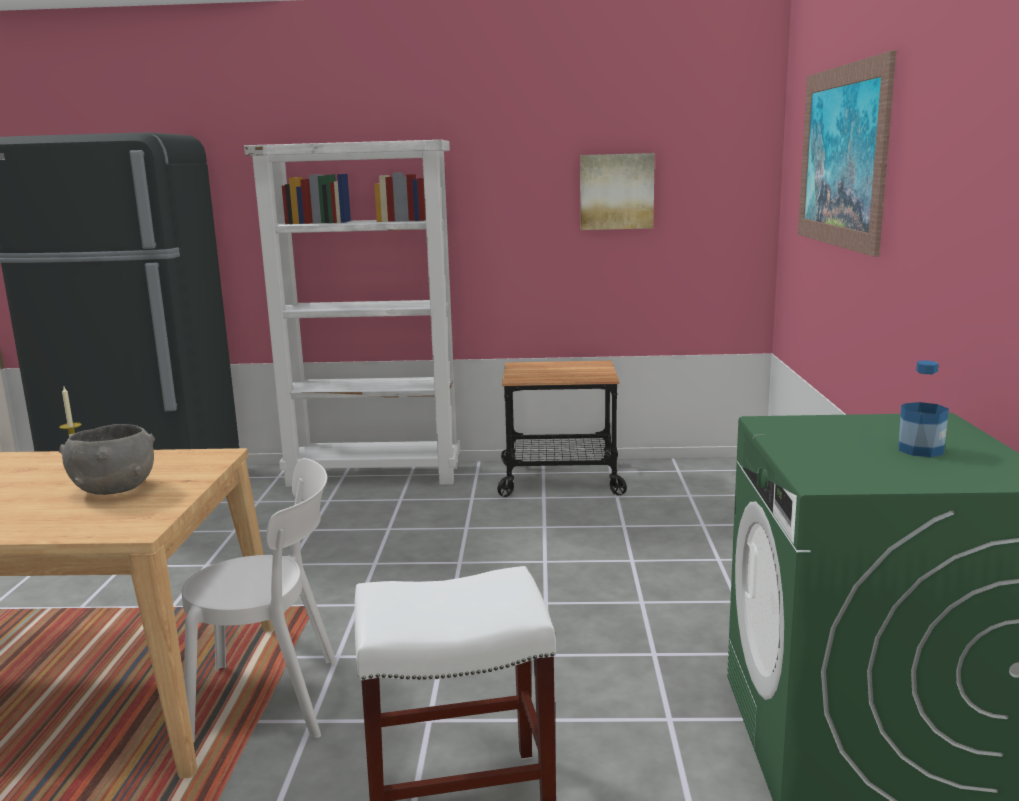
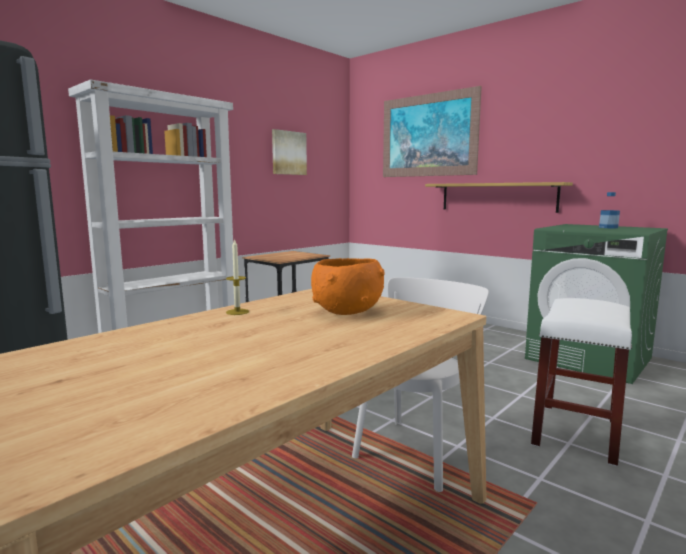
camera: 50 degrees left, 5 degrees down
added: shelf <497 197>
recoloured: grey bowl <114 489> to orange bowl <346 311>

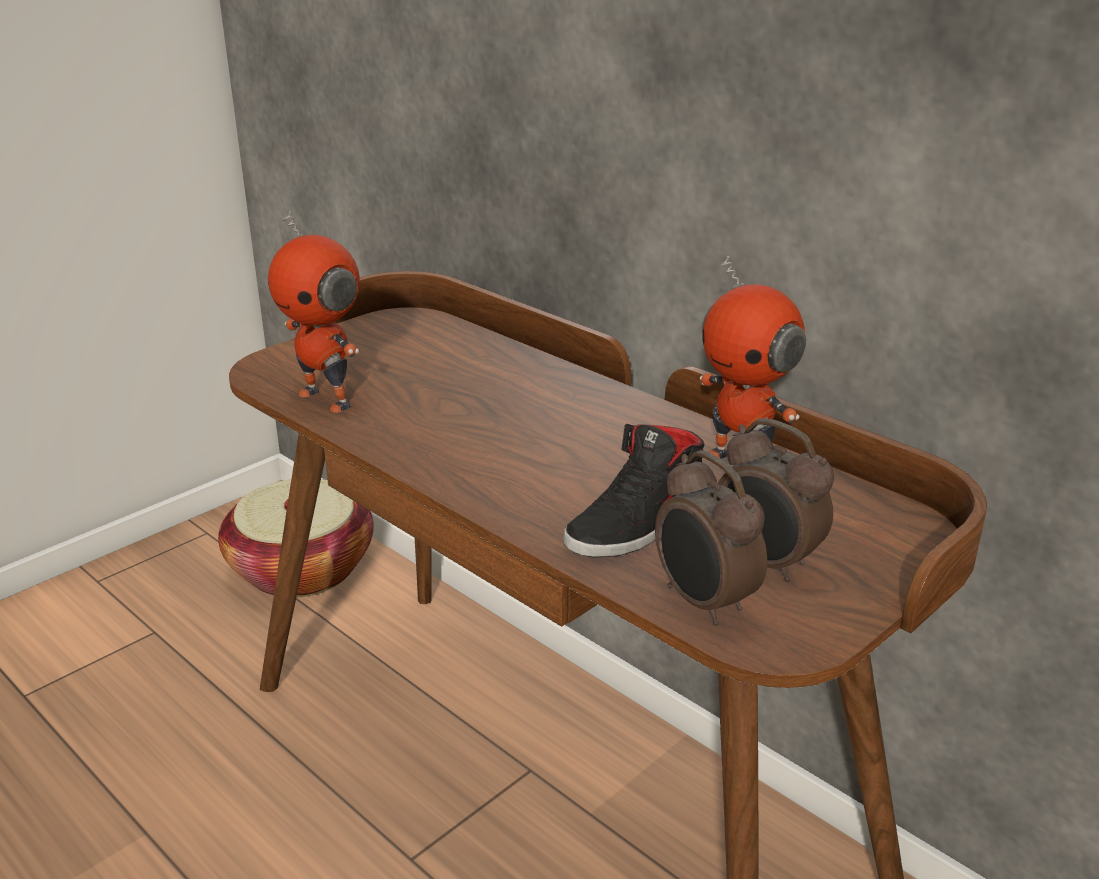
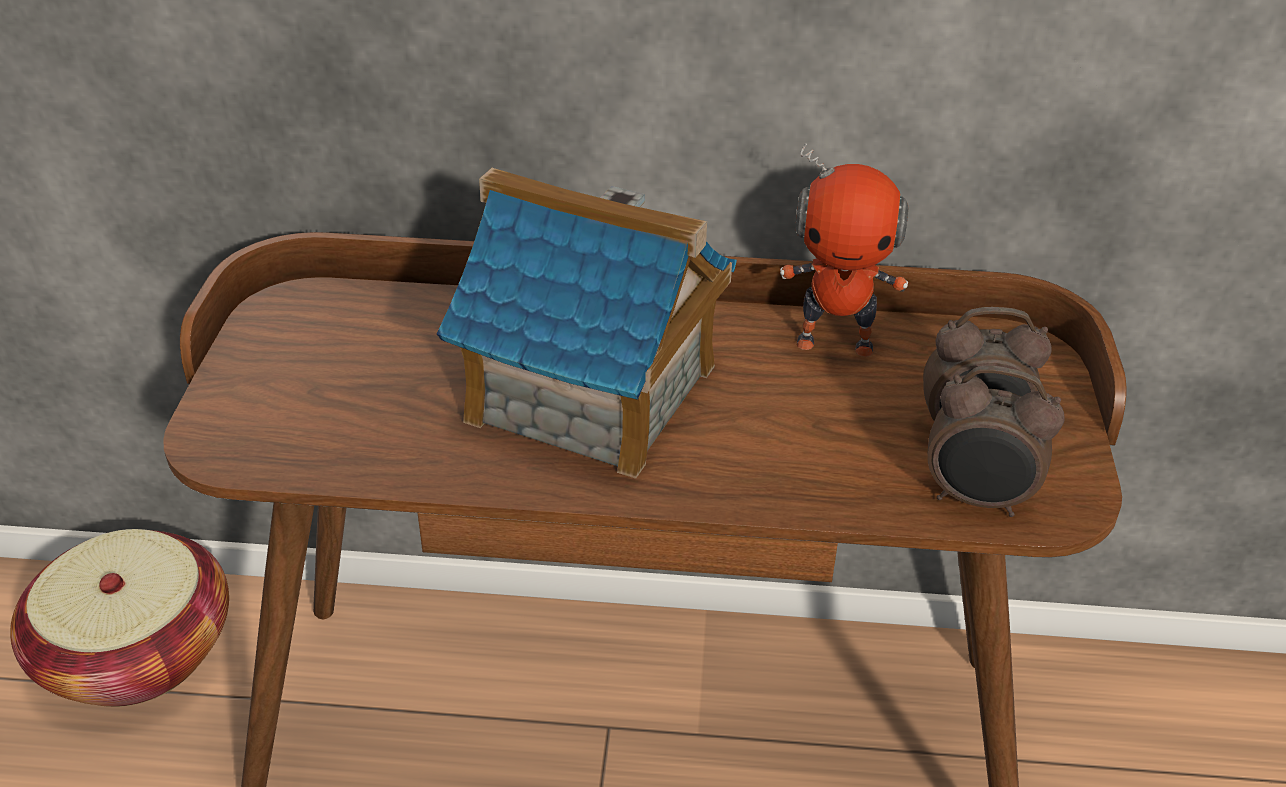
camera: 40 degrees left, 10 degrees up
removed: toy robot <328 399>; black shoe <638 524>
added: toy house <593 395>

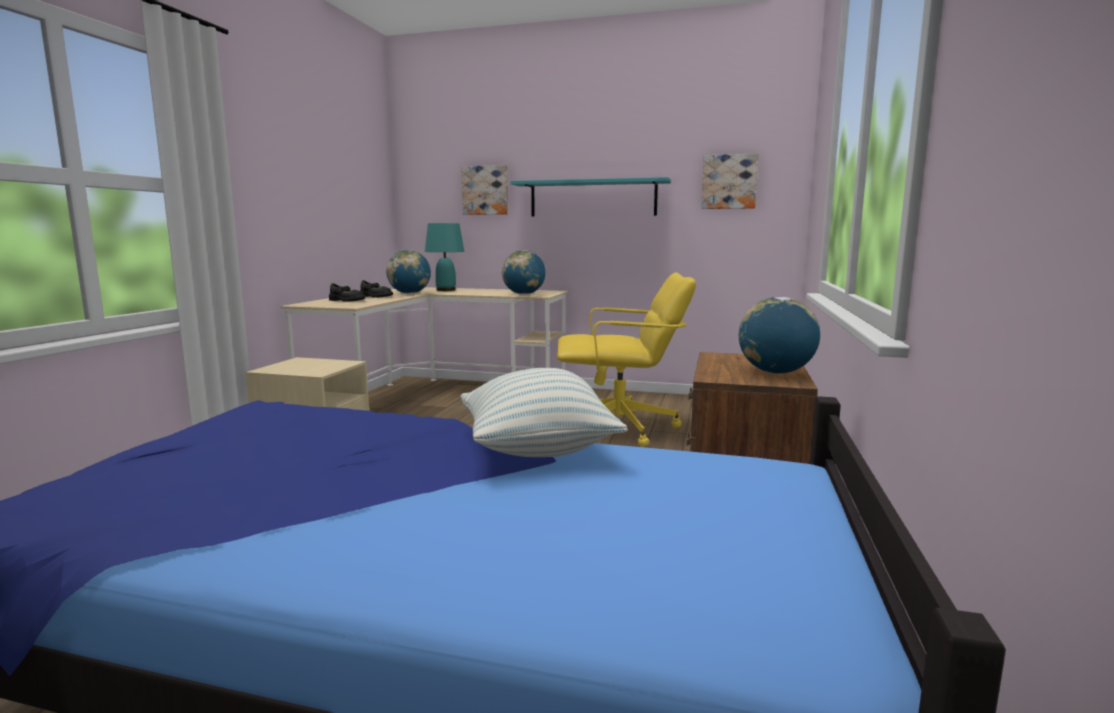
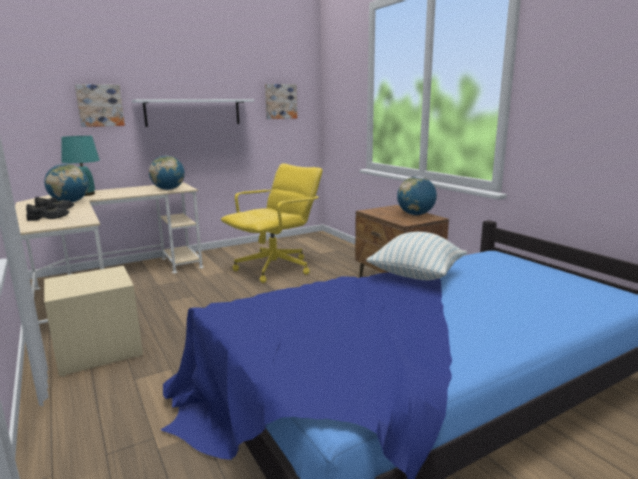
camera: 45 degrees left, 5 degrees up
recoloured: turquoise shelf <592 198> to white shelf <193 112>

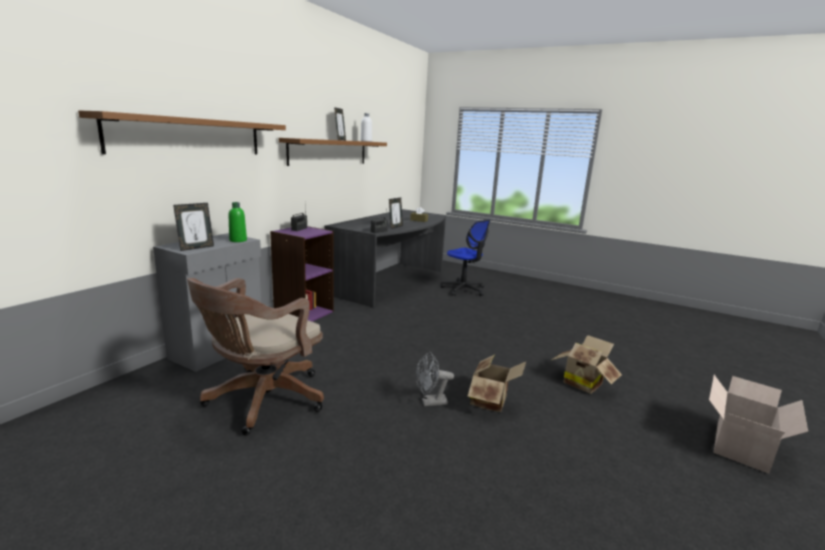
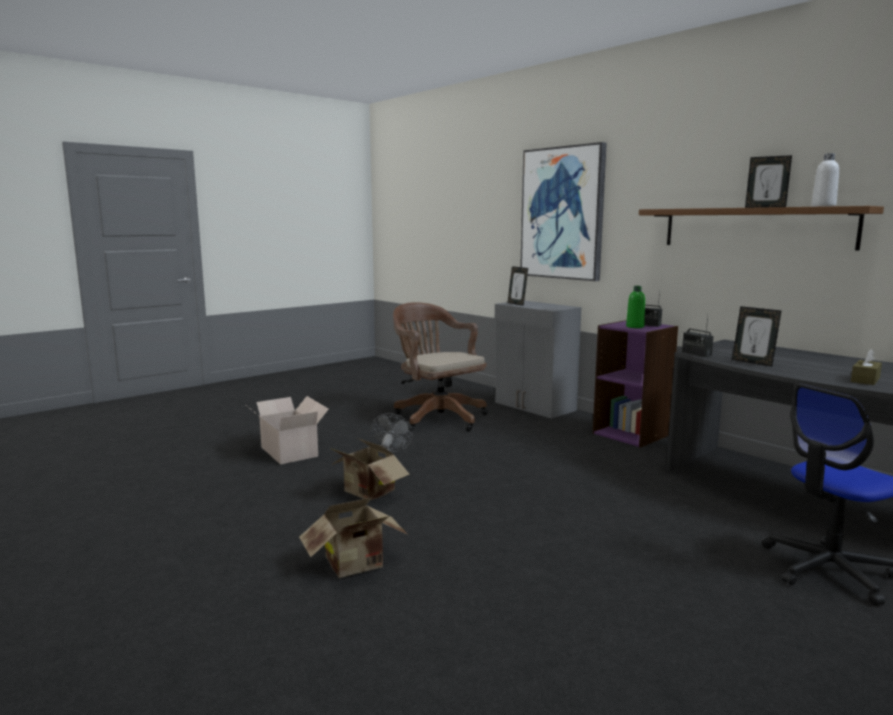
camera: 110 degrees right, 5 degrees down
moved: green bottle <238 240> to <635 327>; cardboard box <740 446> to <289 451>
replaced: brown shelf <189 136> to picture <562 213>

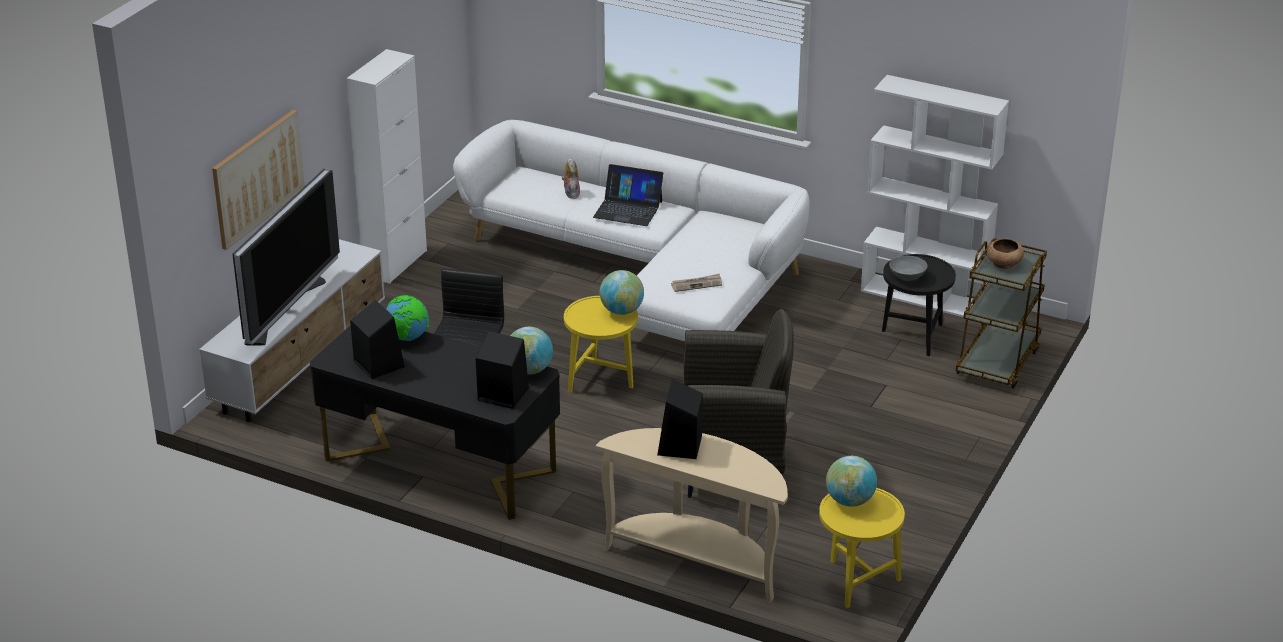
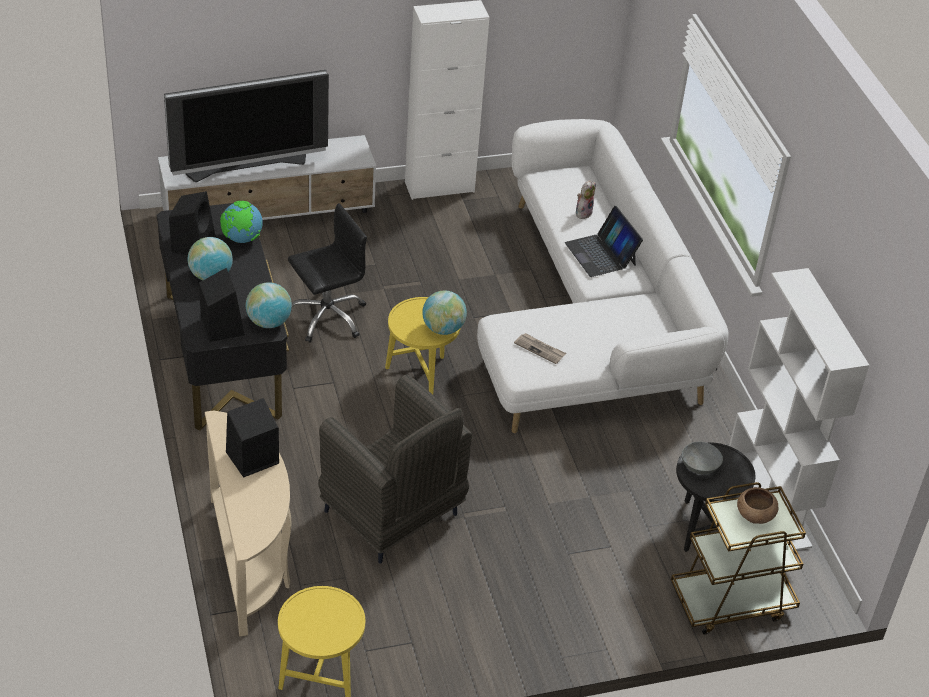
camera: 45 degrees right, 10 degrees up
removed: picture <258 178>
moved: globe <850 501> to <211 276>

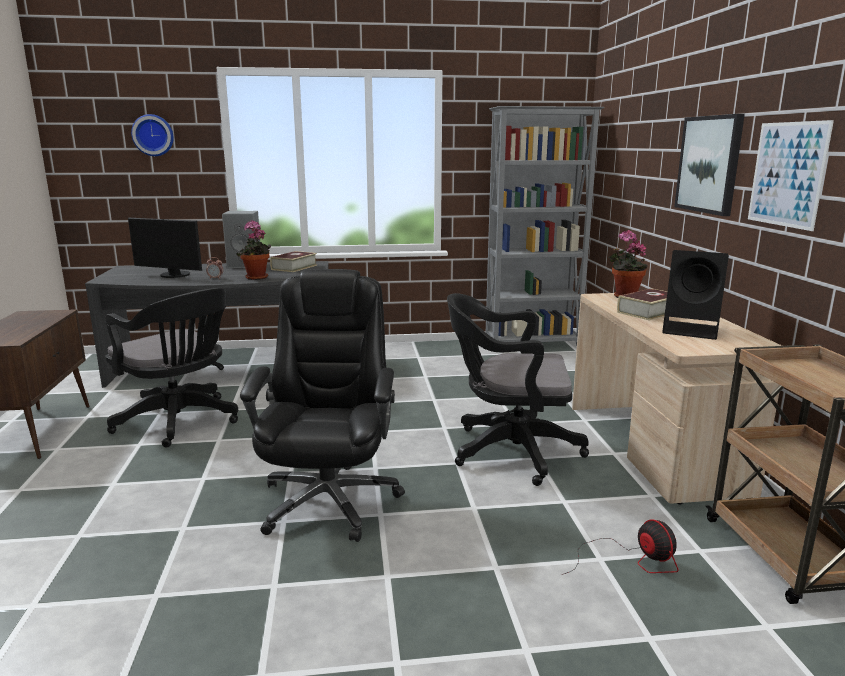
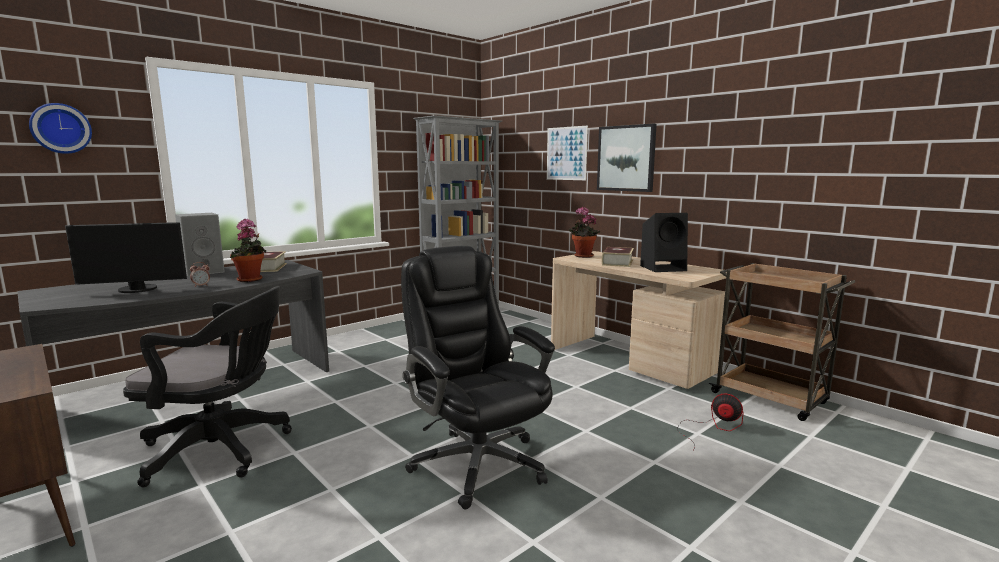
camera: 35 degrees left, 5 degrees down
removed: black office chair <508 451>
moved: picture <787 174> to <566 153>

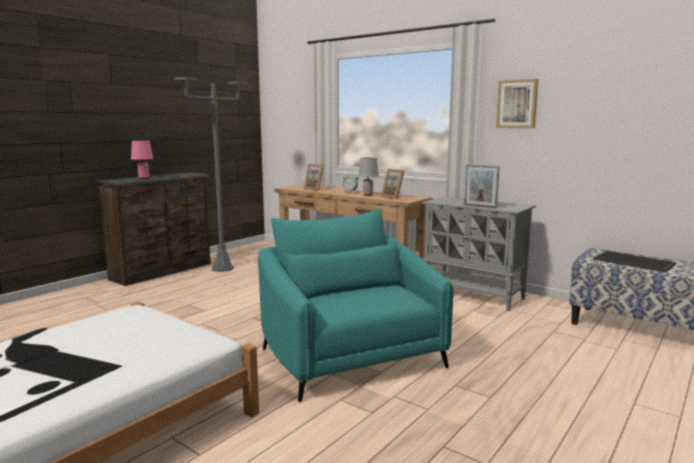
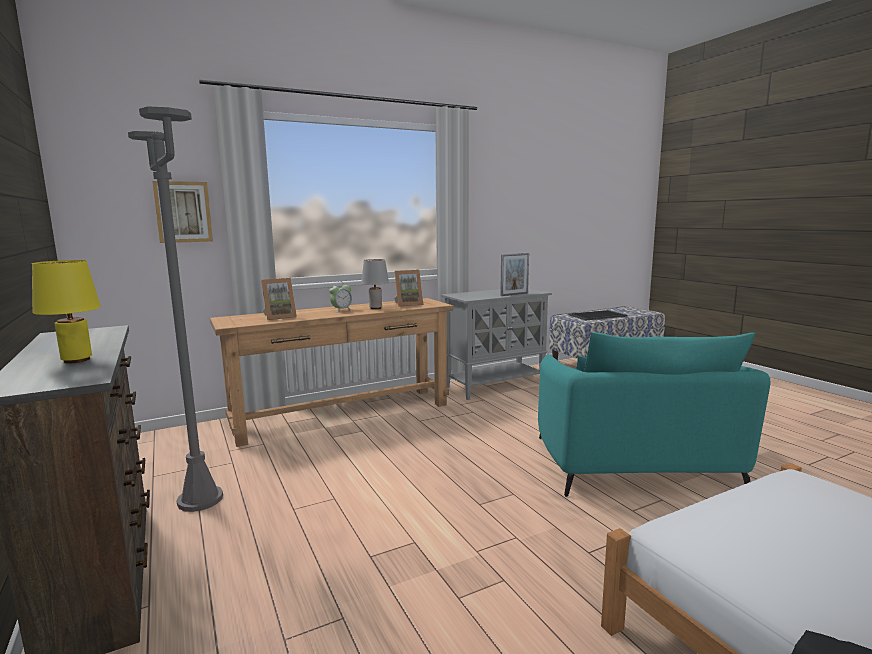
camera: 65 degrees left, 0 degrees up
moved: picture <517 104> to <183 212>
recoloured: pink table lamp <143 178> to yellow table lamp <77 360>
turned: turquoise armchair <351 357> = <632 465> 90 degrees counterclockwise

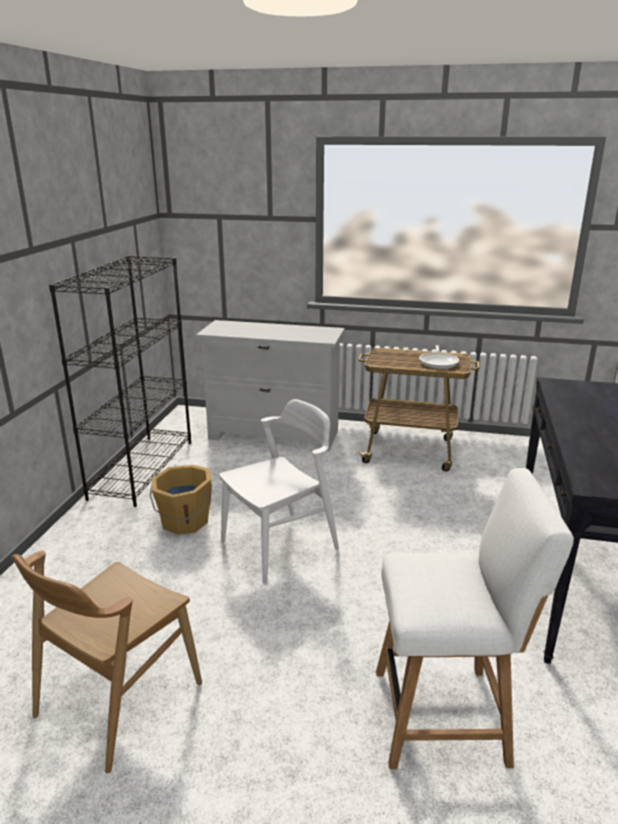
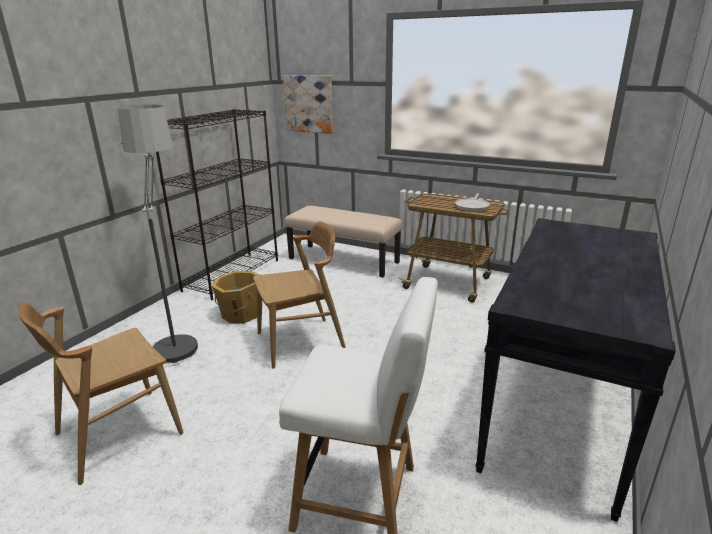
camera: 15 degrees right, 0 degrees up
added: picture <309 104>; floor lamp <175 333>
replaced: white dresser <274 435> to beige bench <344 260>
recoloured: white chair <280 546> to brown chair <301 342>

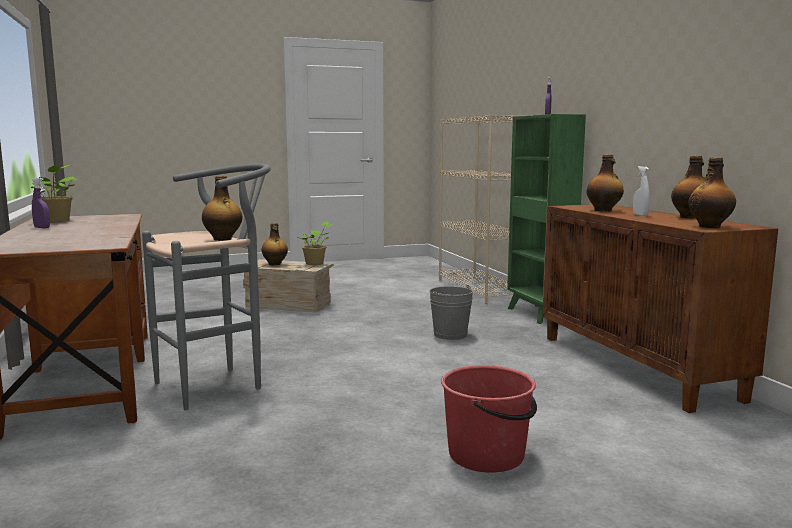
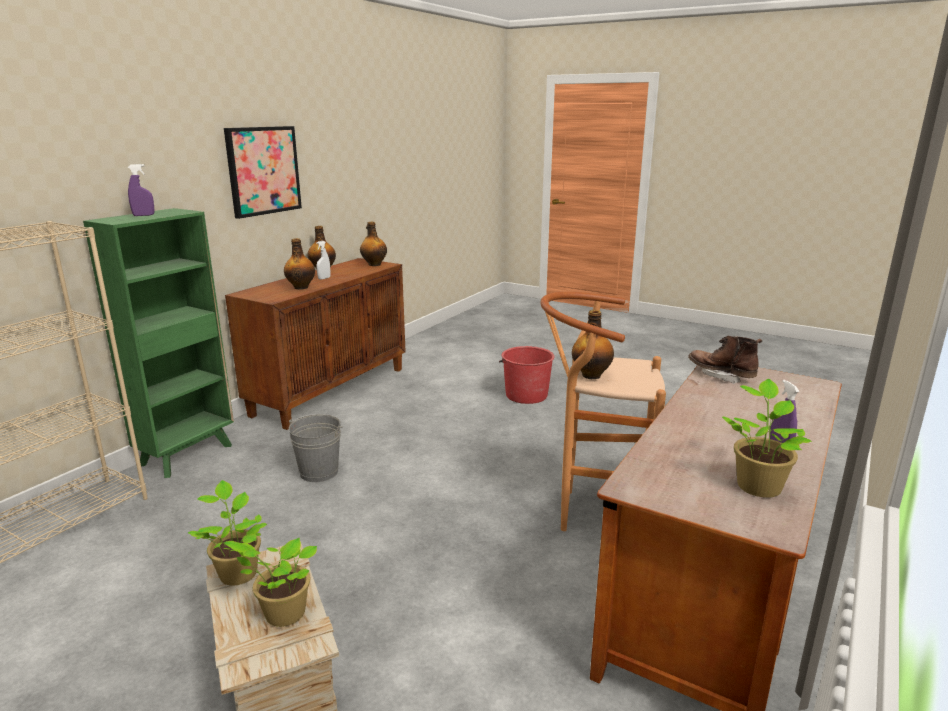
camera: 130 degrees left, 10 degrees up
added: picture <263 170>; brown boot <721 375>
replaced: bottle <274 264> to potted plant <281 614>
recoloured: grey stool <218 384> to brown stool <593 513>

